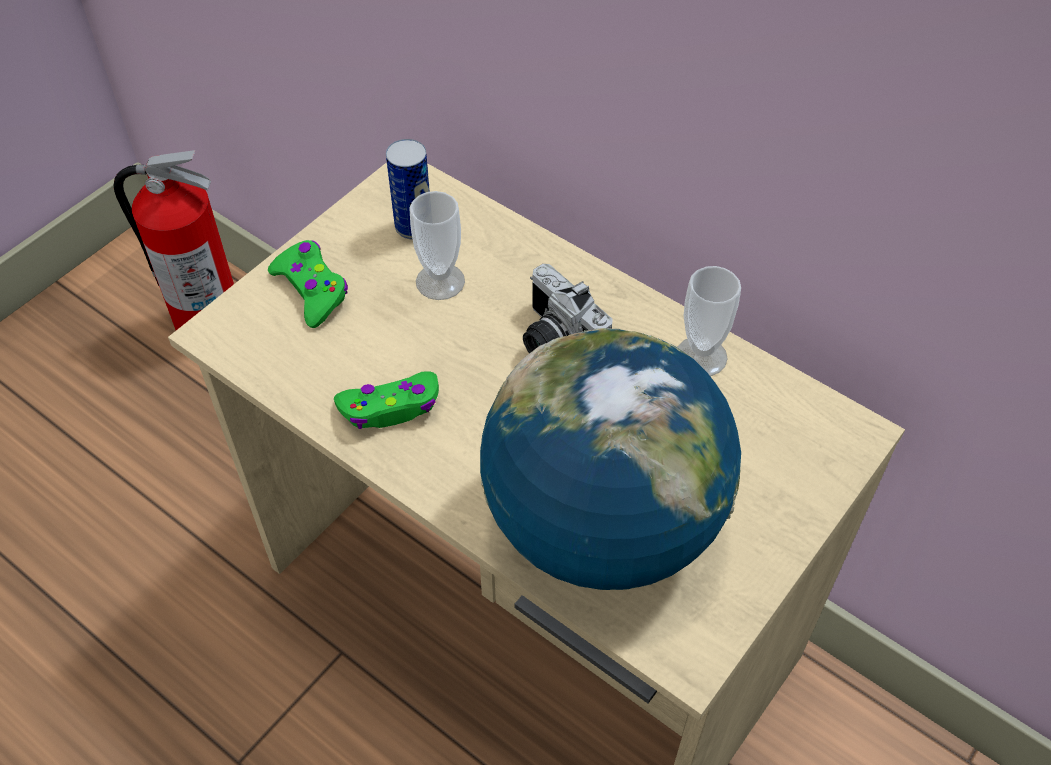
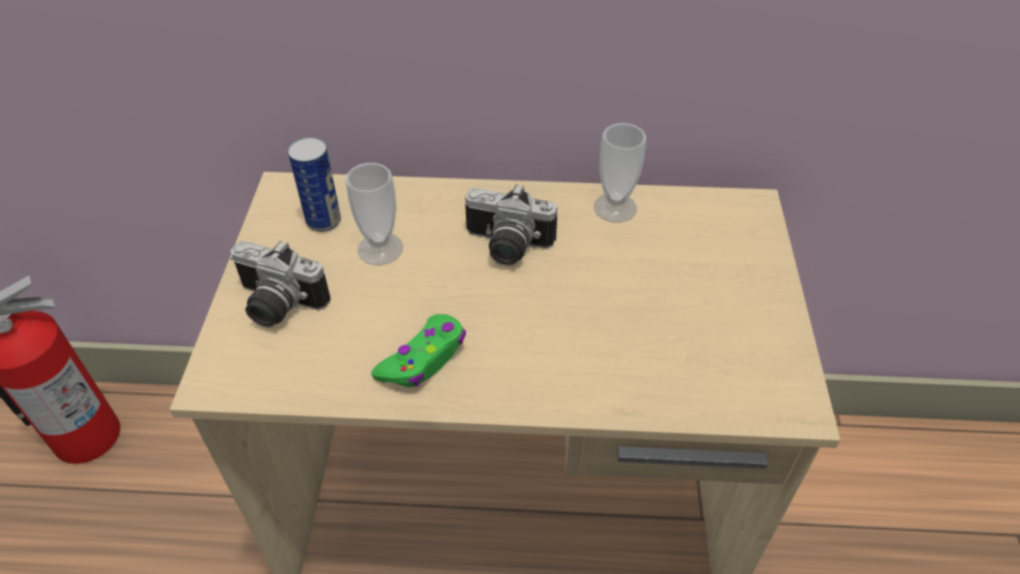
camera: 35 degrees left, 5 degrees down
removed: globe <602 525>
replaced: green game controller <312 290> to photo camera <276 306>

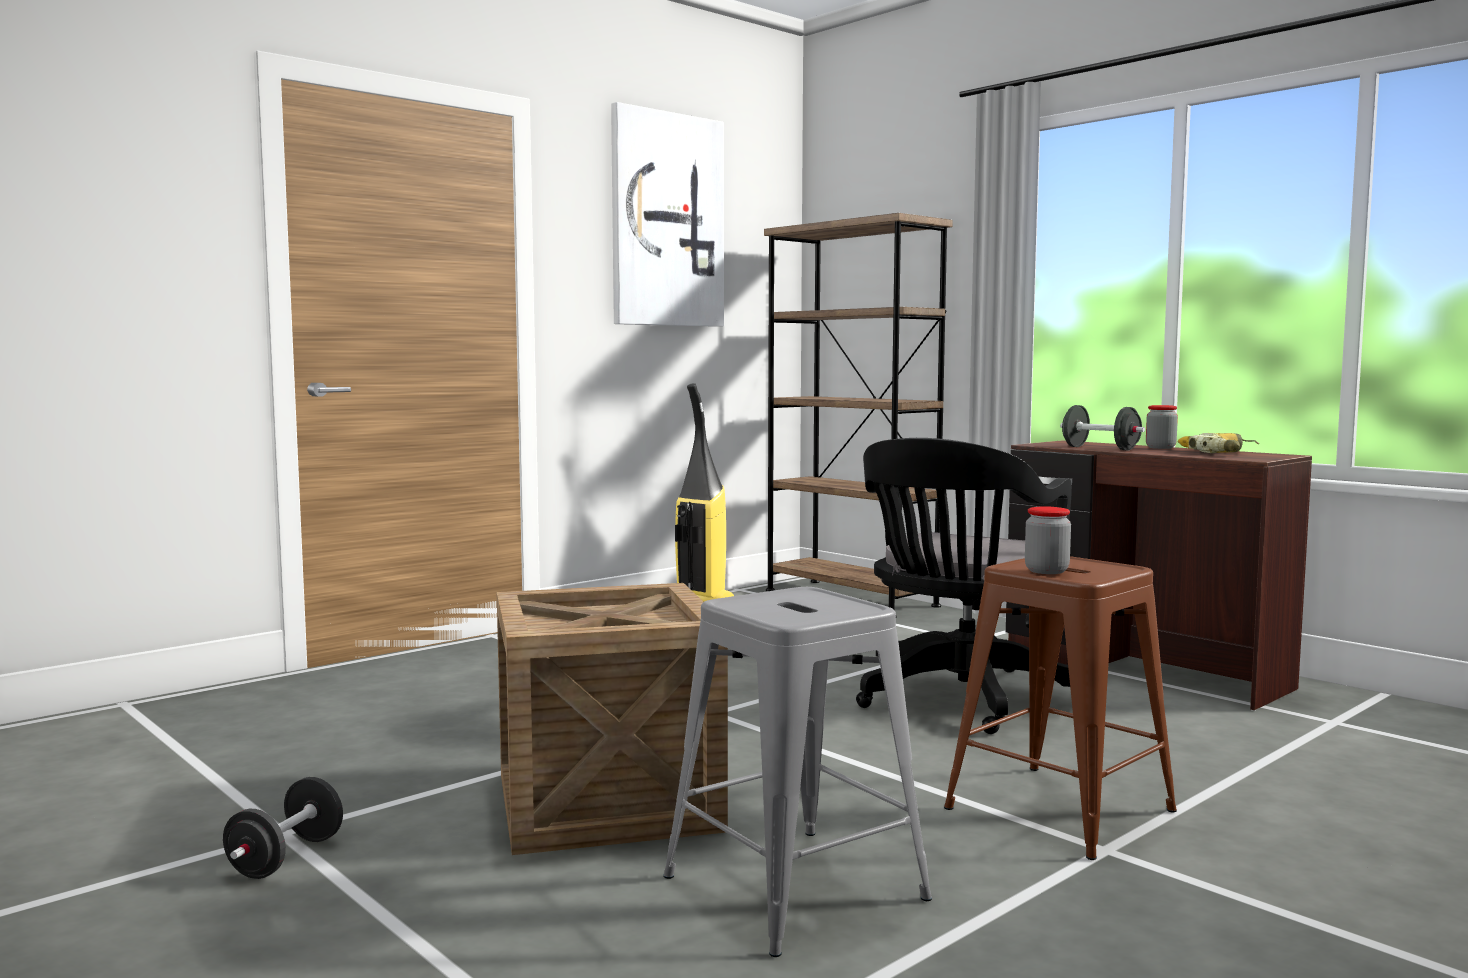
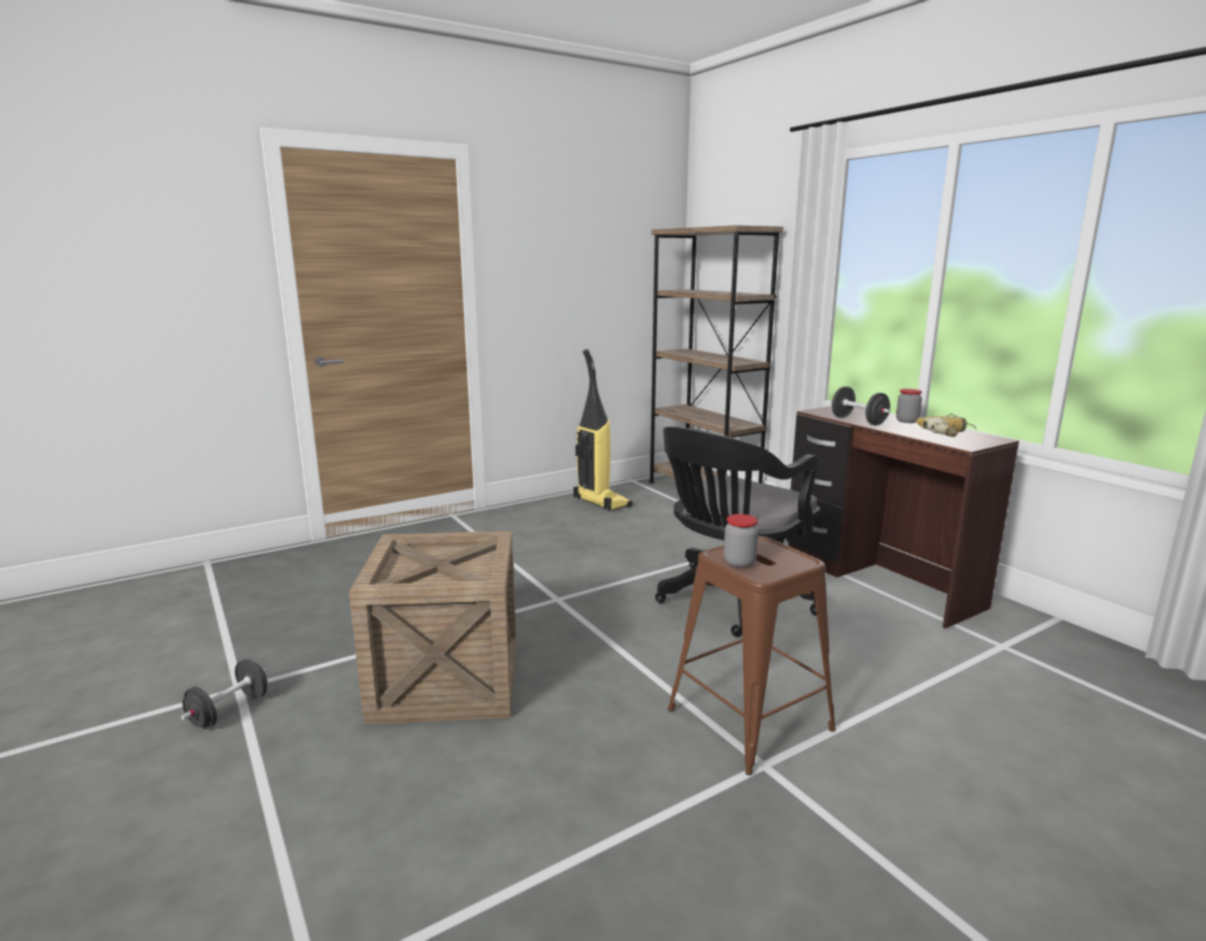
camera: 10 degrees right, 10 degrees up
removed: picture <666 220>; grey stool <793 888>

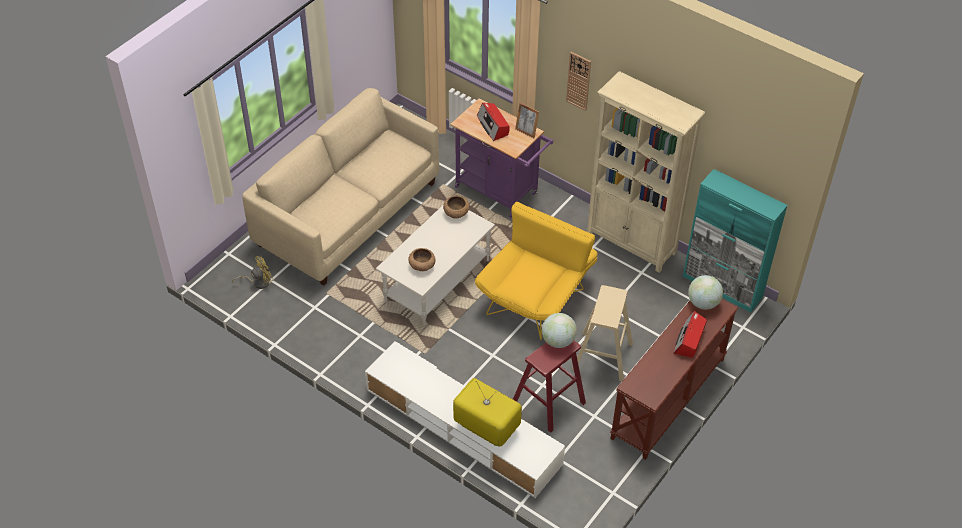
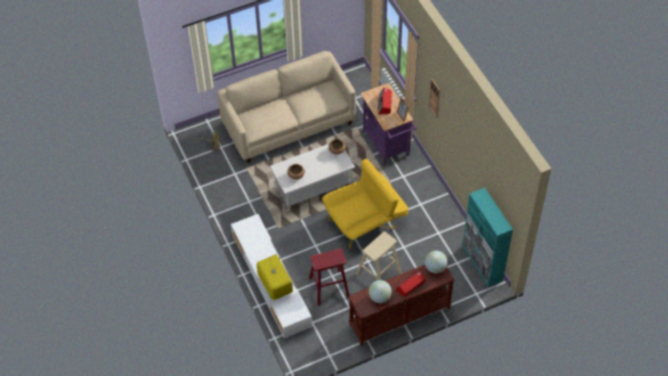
camera: 30 degrees right, 5 degrees up
removed: beige bookcase <631 243>
moved: globe <558 341> to <380 297>

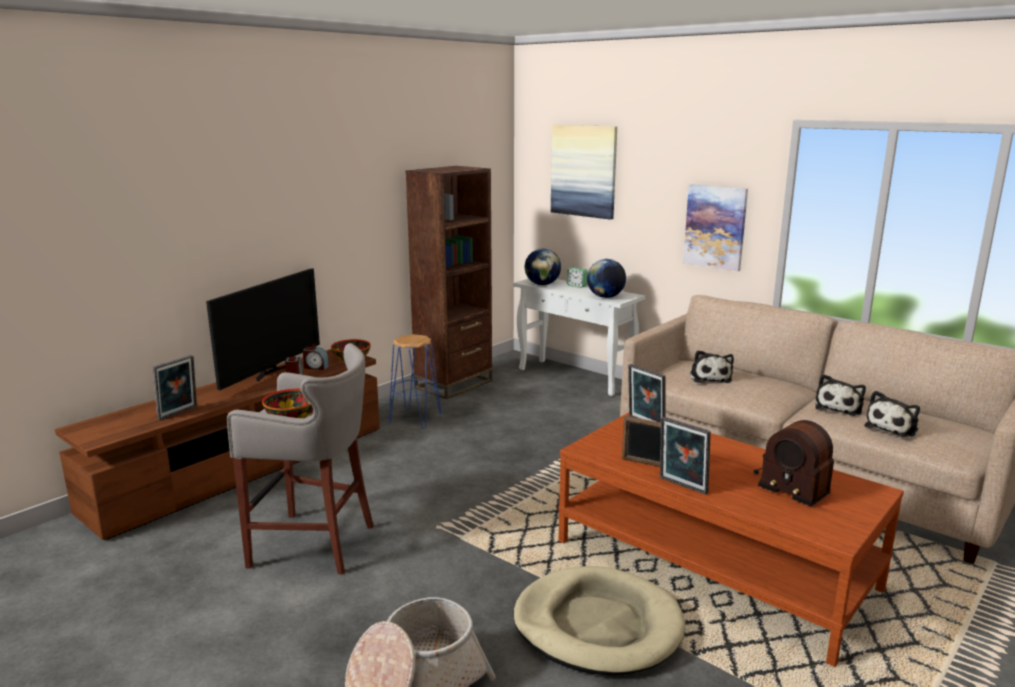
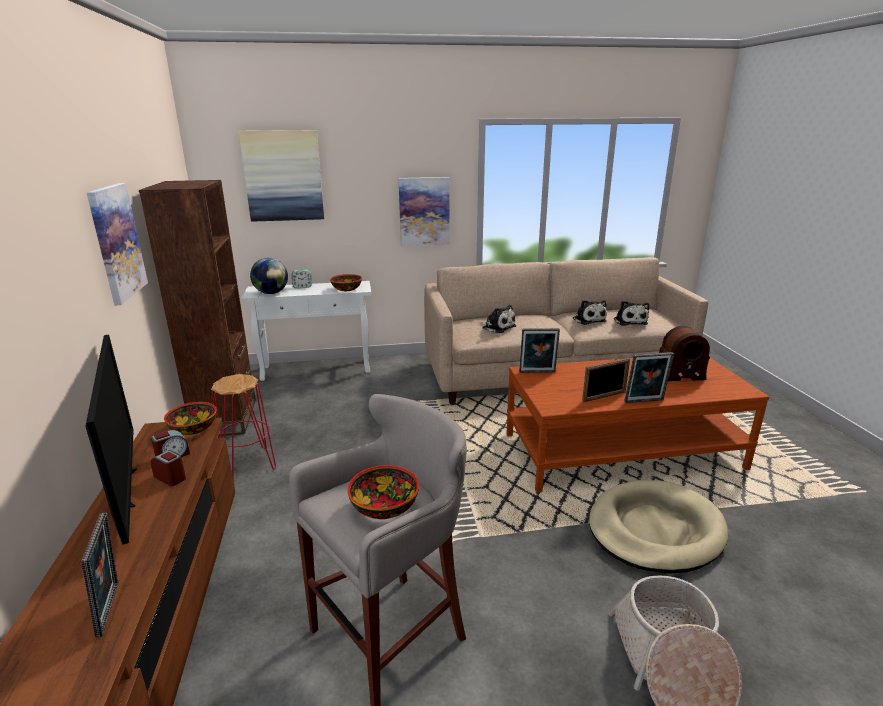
camera: 50 degrees left, 5 degrees up
added: picture <116 242>
replaced: globe <605 297> to bowl <347 289>
recoloured: blue stool <415 418> to red stool <248 464>

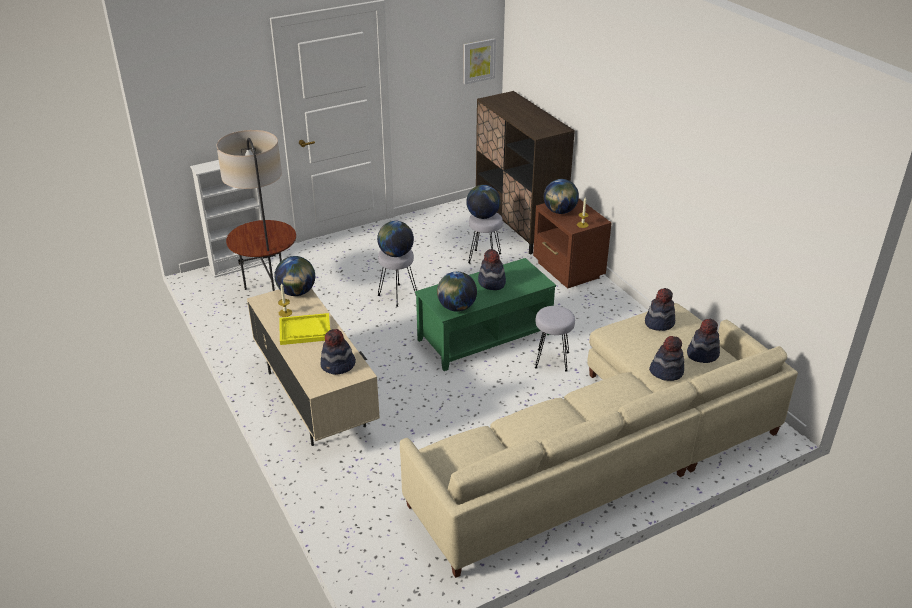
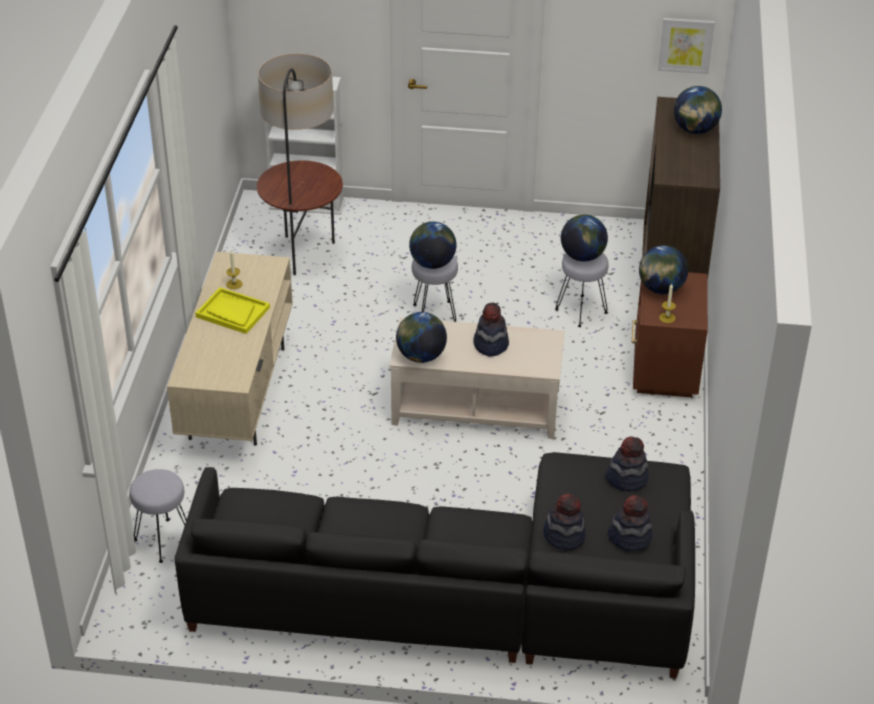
camera: 35 degrees right, 5 degrees up
removed: hat <338 365>
moved: globe <297 292> to <695 130>; grey stool <552 360> to <163 541>
recoloured: green coffee table <484 337> to beige coffee table <476 407>; beige sofa <609 449> to black sofa <469 594>

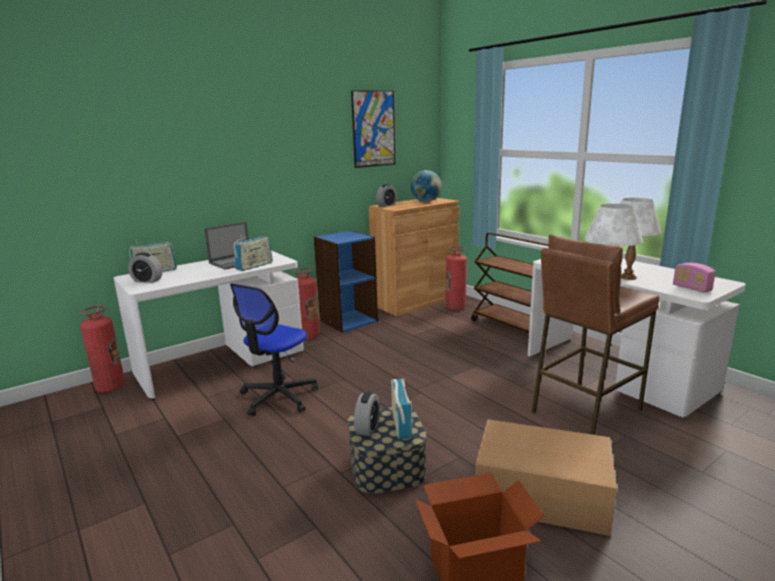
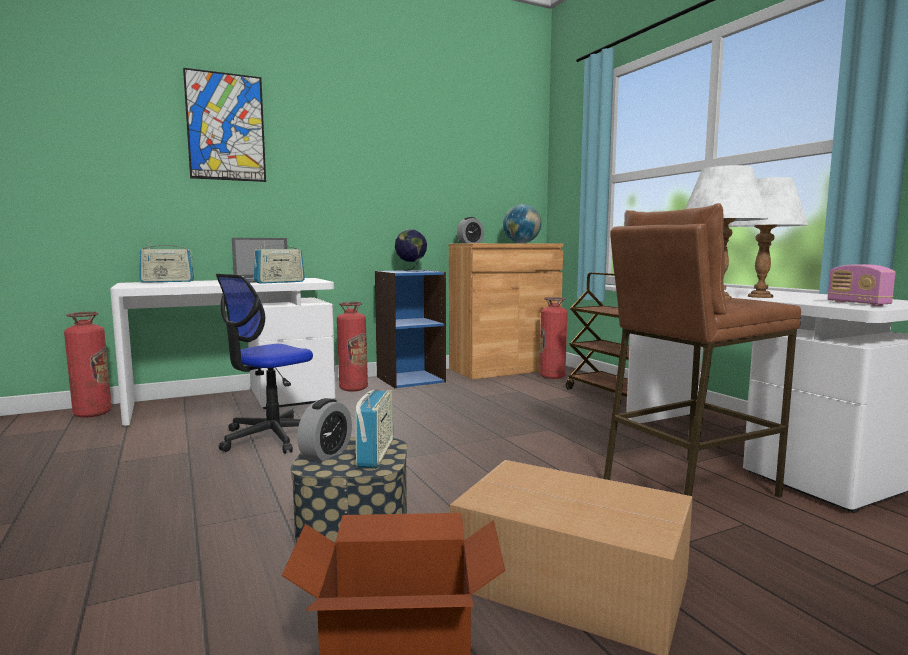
camera: 10 degrees right, 10 degrees down
removed: alarm clock <147 281>
added: globe <411 270>
moved: picture <373 129> to <226 127>

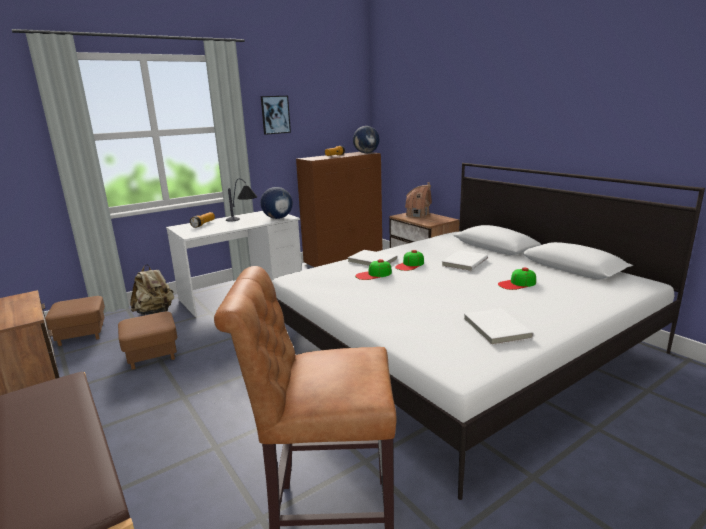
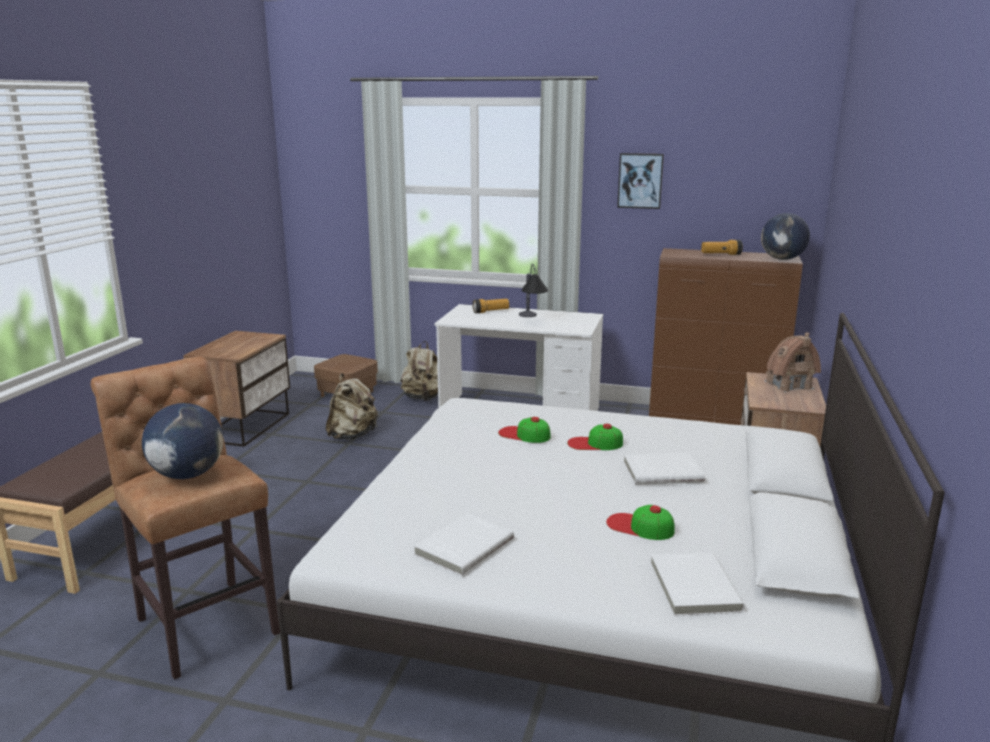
camera: 50 degrees right, 0 degrees up
moved: globe <277 218> to <187 475>; white book <372 261> to <692 586>
replaced: brown ottoman <152 355> to beige backpack <352 436>

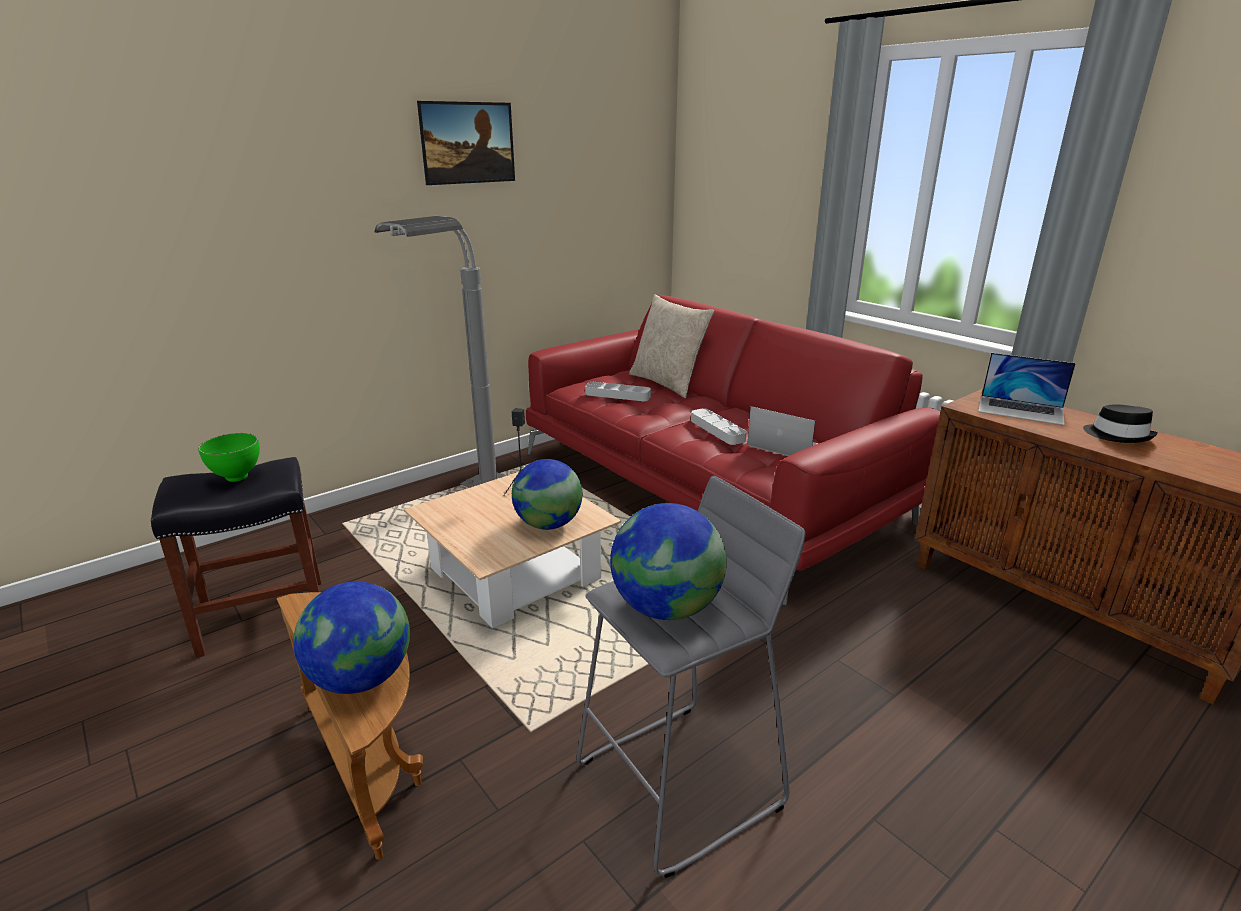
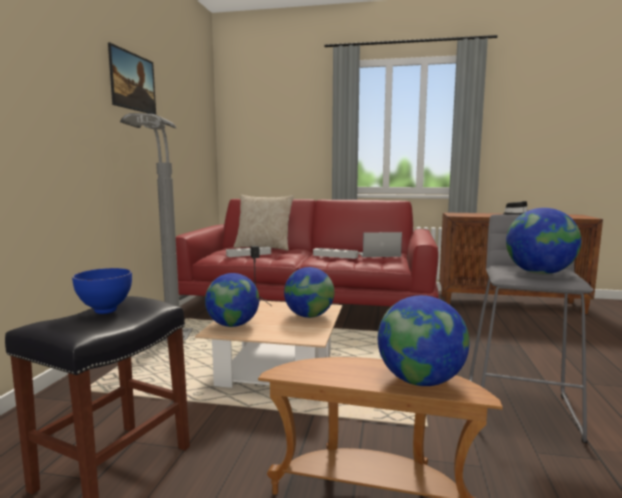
camera: 40 degrees left, 15 degrees down
removed: laptop <1021 410>
added: globe <233 325>
recoloured: green bowl <238 477> to blue bowl <106 311>

